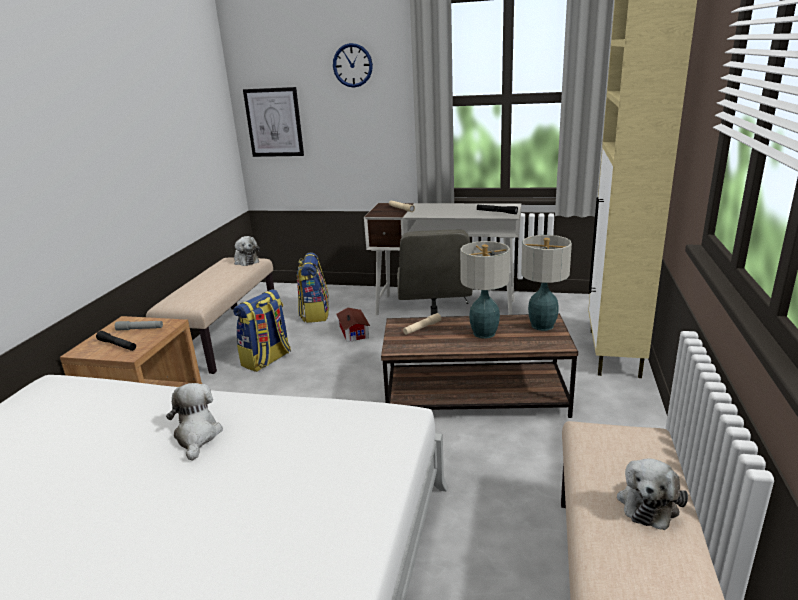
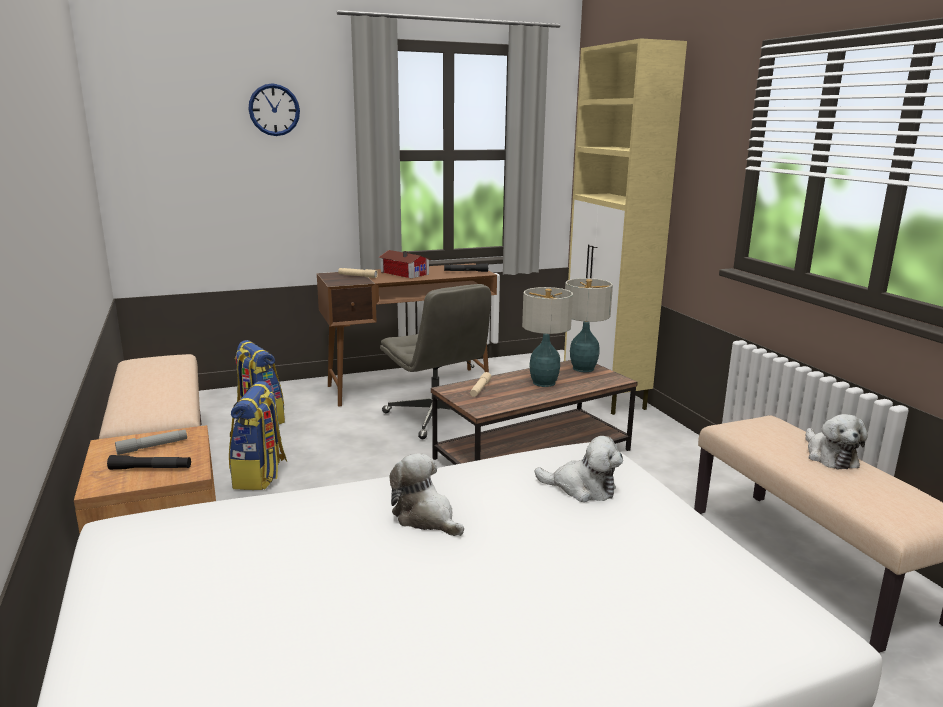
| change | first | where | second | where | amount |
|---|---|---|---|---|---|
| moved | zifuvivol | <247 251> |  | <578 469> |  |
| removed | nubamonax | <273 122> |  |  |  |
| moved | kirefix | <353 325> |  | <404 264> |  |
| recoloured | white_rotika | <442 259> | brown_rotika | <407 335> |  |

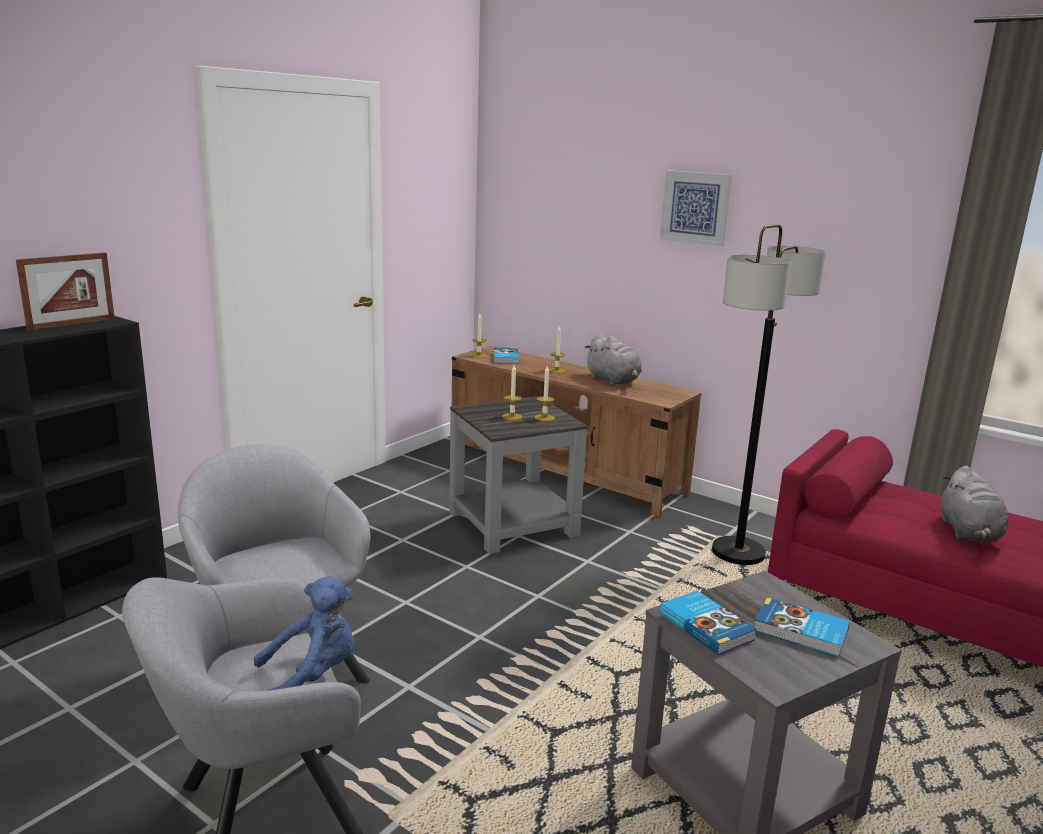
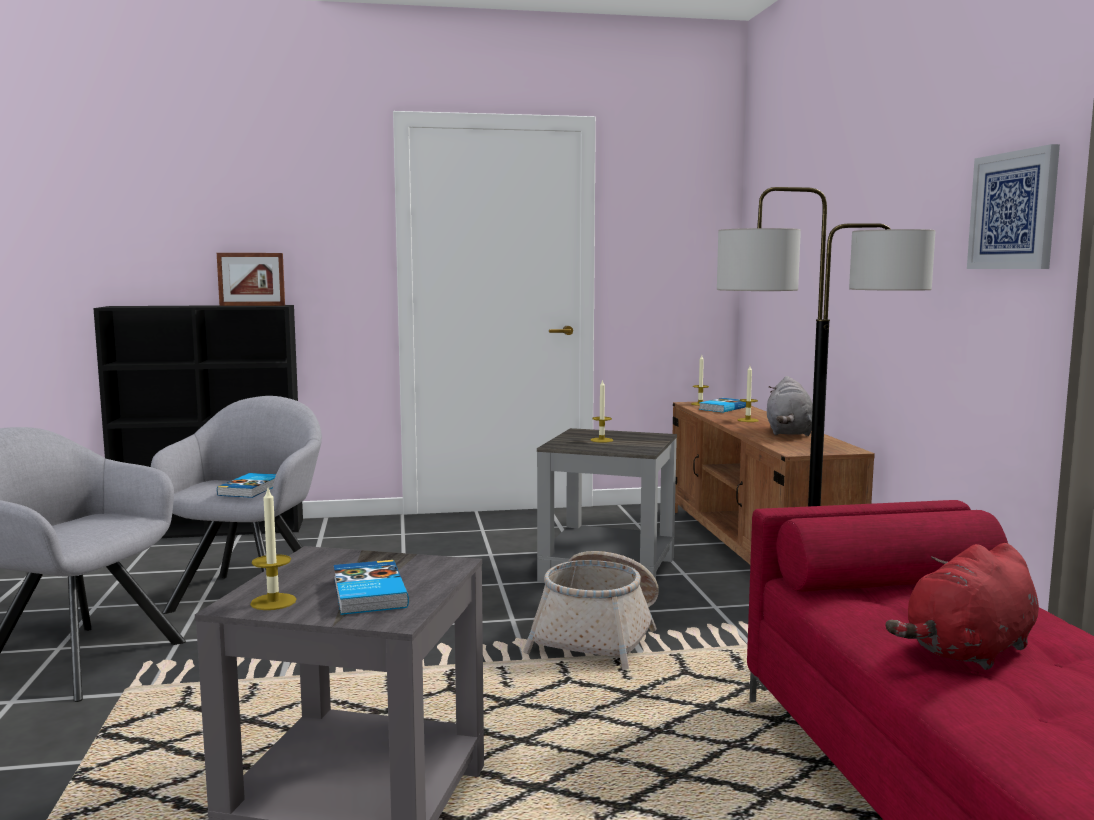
| change | first | where | second | where | amount |
|---|---|---|---|---|---|
| removed | blue_zifuvivol | <304 633> |  |  |  |
| moved | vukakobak | <545 393> |  | <273 549> |  |
| moved | nubamonax | <696 209> |  | <1013 206> |  |
| moved | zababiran | <708 623> |  | <246 485> |  |
| recoloured | grey_zifuvivol | <974 504> | red_zifuvivol | <962 606> |  |
| added |  |  | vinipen | <591 610> |  |

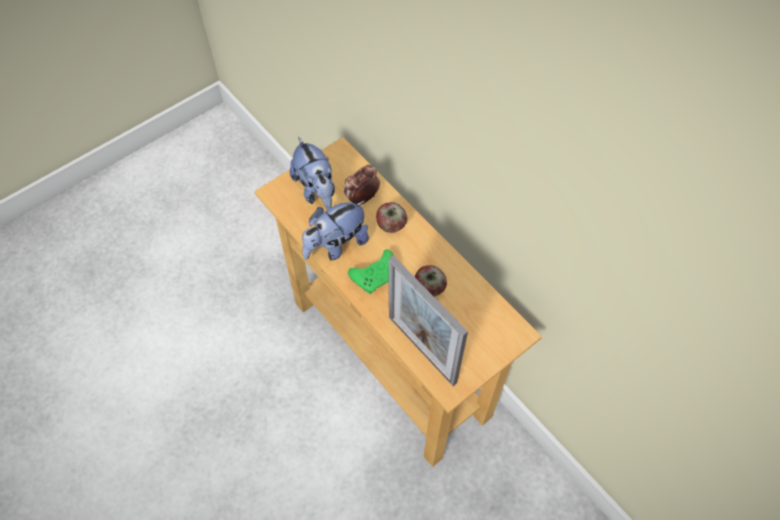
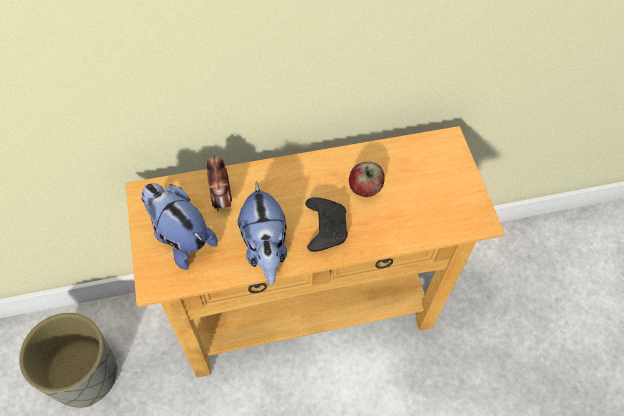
| change | first | where | second | where | amount |
|---|---|---|---|---|---|
| turned | zifuvivol | <312 173> |  | <180 226> | 135 degrees counterclockwise |
| recoloured | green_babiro | <371 272> | black_babiro | <326 224> |  |
| removed | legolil | <391 217> |  |  |  |
| removed | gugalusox | <428 321> |  |  |  |
| added |  |  | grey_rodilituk | <68 360> |  |

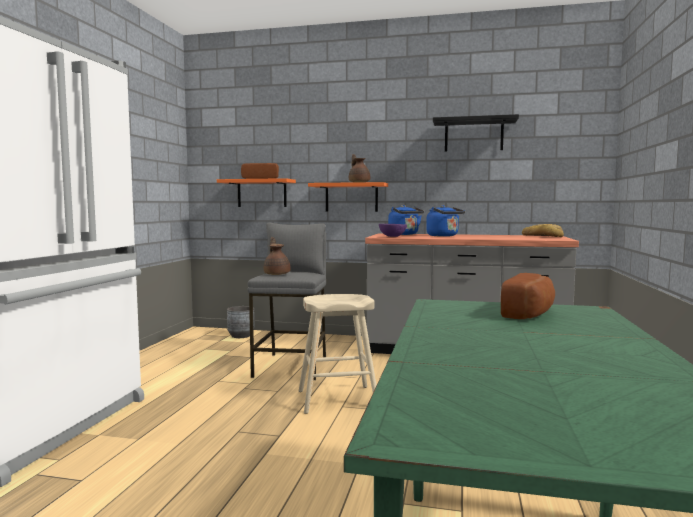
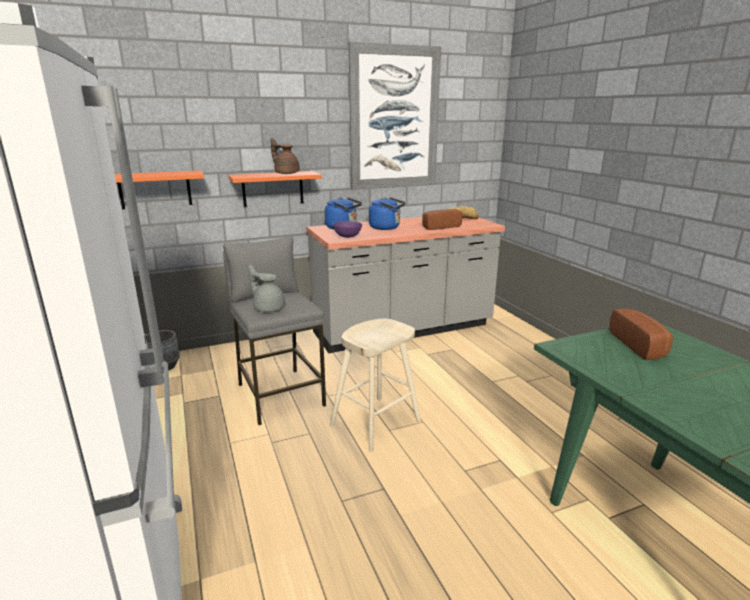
| change | first | where | second | where | amount |
|---|---|---|---|---|---|
| moved | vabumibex | <260 171> |  | <442 219> |  |
| recoloured | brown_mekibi | <277 256> | grey_mekibi | <267 288> |  |
| replaced | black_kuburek | <476 133> | nubamonax | <395 116> |  |

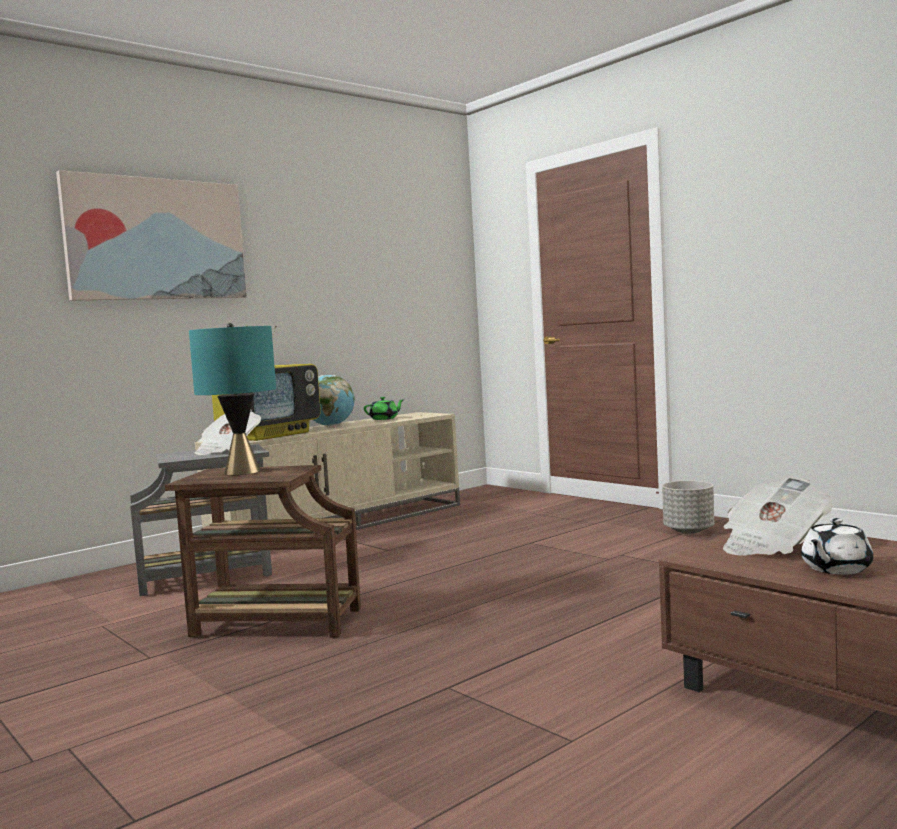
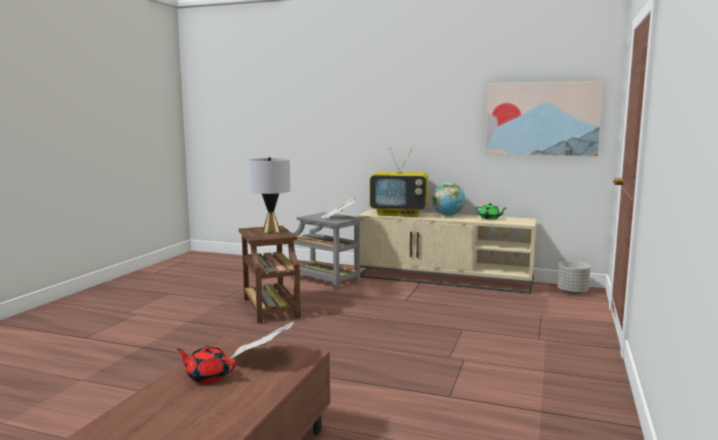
| change | first | where | second | where | amount |
|---|---|---|---|---|---|
| moved | nubamonax | <151 235> |  | <544 118> |  |
| recoloured | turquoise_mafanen | <232 399> | grey_mafanen | <269 195> |  |
| moved | grey_rodilituk | <688 507> |  | <574 277> |  |
| recoloured | white_mekibi | <837 546> | red_mekibi | <206 364> |  |

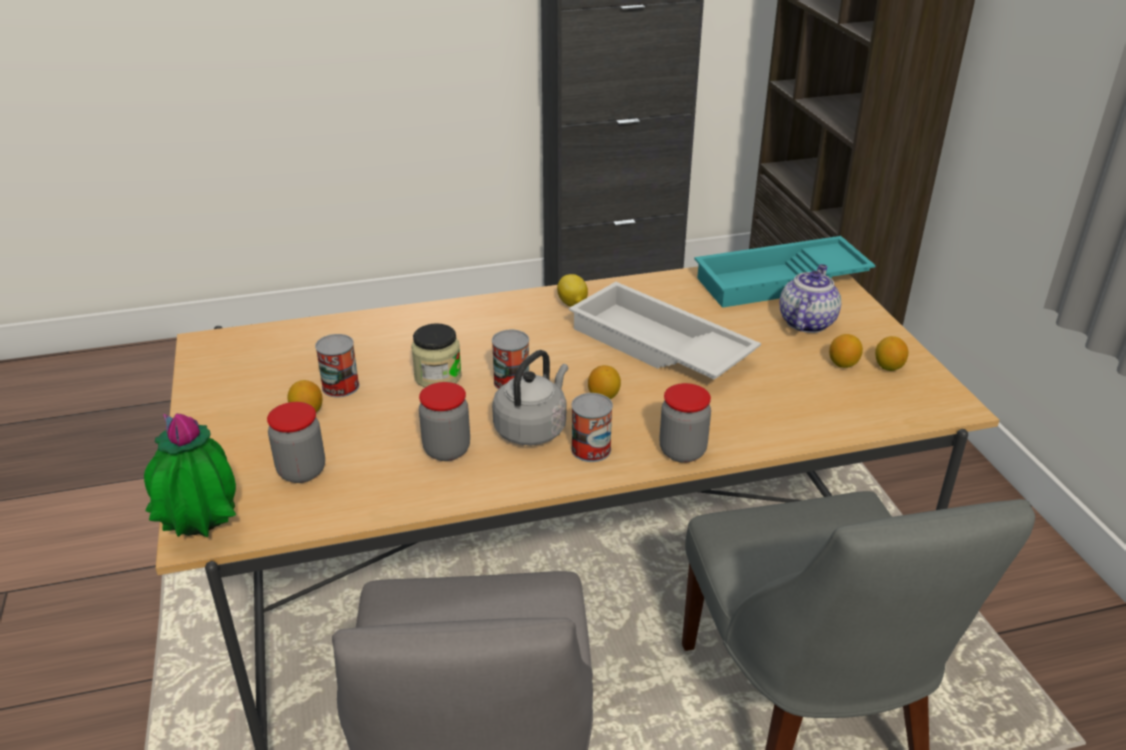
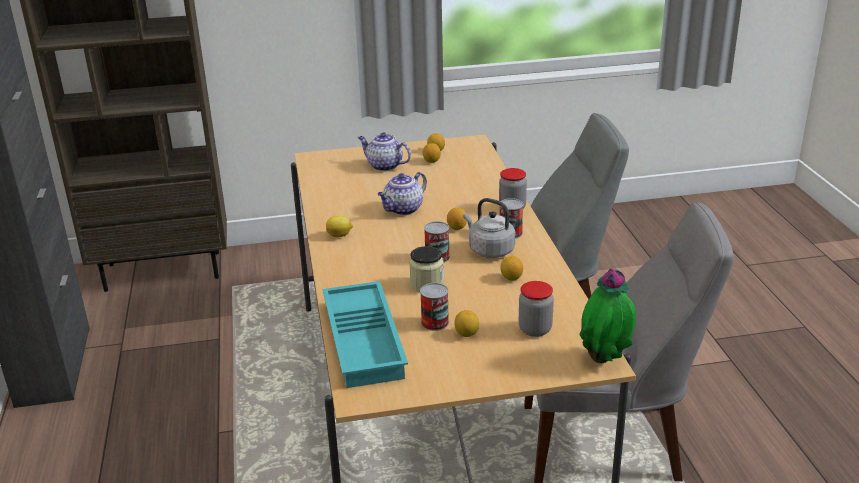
| change | first | where | second | where | amount |
|---|---|---|---|---|---|
| replaced | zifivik | <444 421> | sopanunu | <511 268> |  |
| replaced | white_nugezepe | <665 331> | mekibi | <402 193> |  |
| moved | turquoise_nugezepe | <785 272> |  | <365 334> |  |

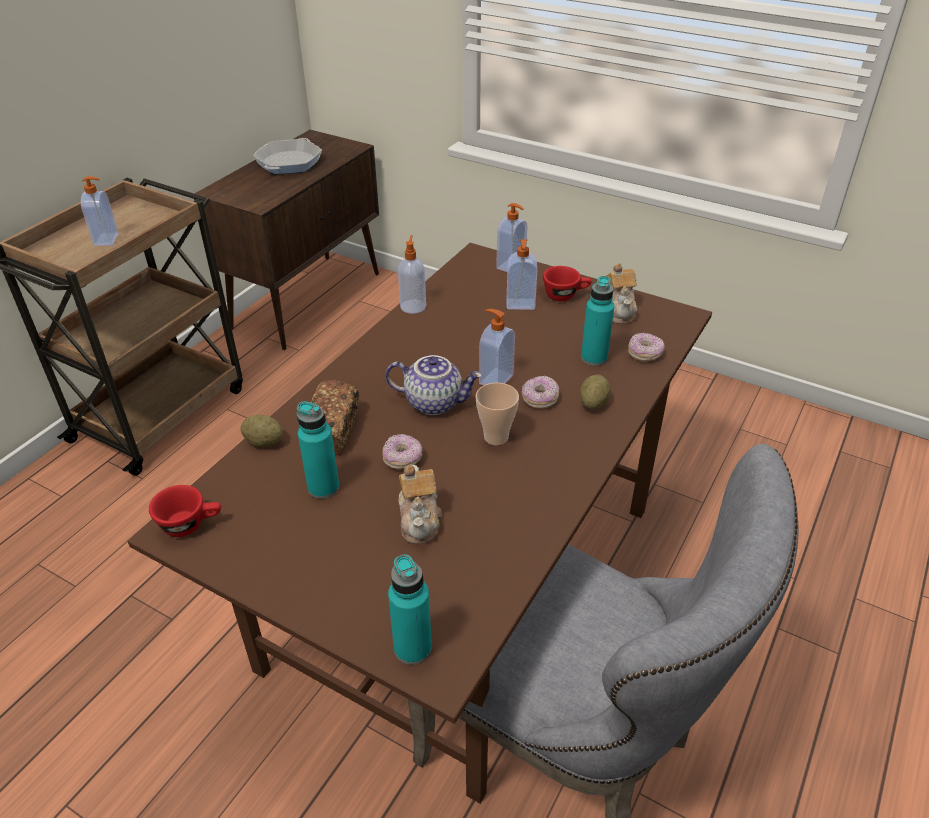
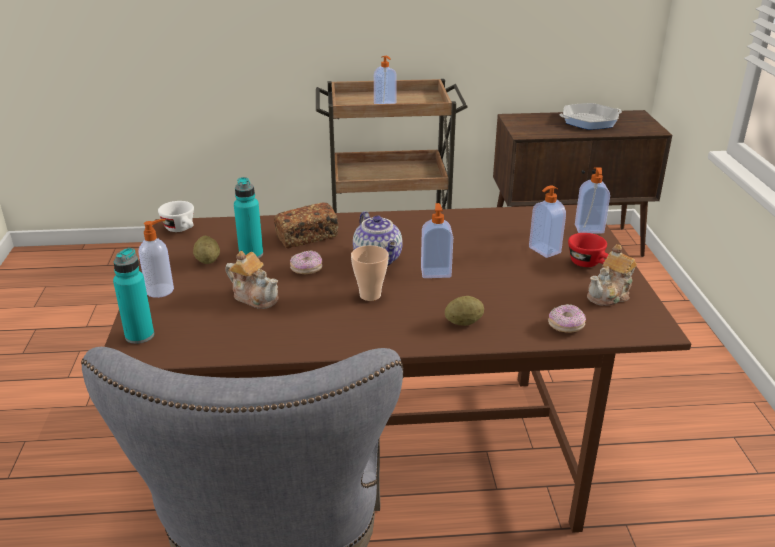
| change | first | where | second | where | amount |
|---|---|---|---|---|---|
| recoloured | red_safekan | <185 511> | white_safekan | <176 216> |  |
| moved | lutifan | <261 431> |  | <206 250> |  |
| moved | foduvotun | <412 274> |  | <156 258> |  |
| turned | mekibi | <420 504> |  | <252 280> | 105 degrees counterclockwise |
| removed | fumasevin | <540 392> |  |  |  |
| removed | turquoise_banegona | <598 321> |  |  |  |

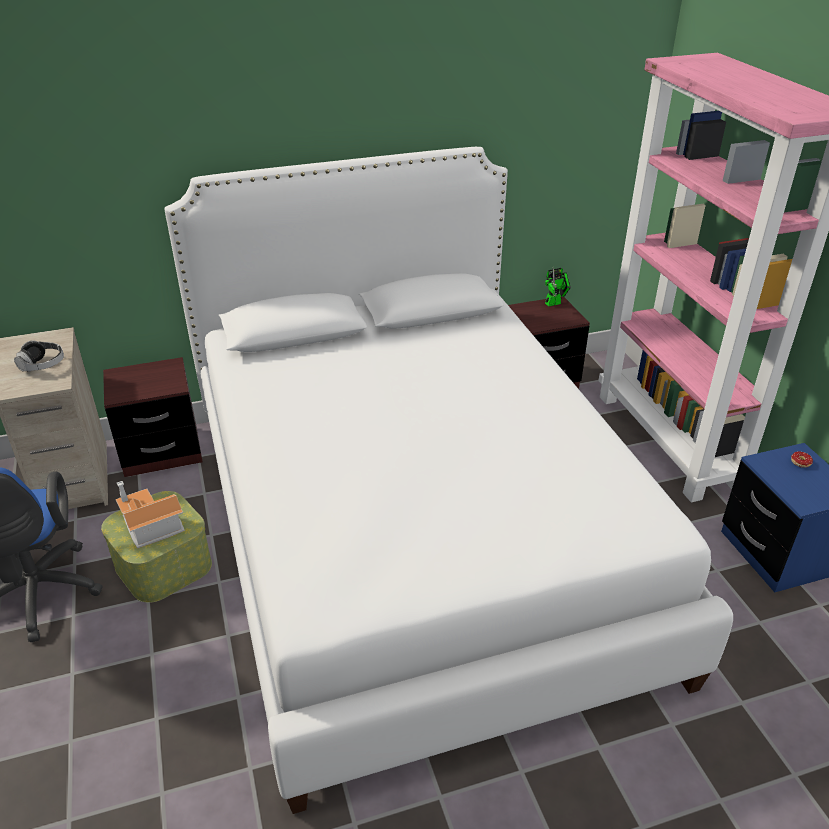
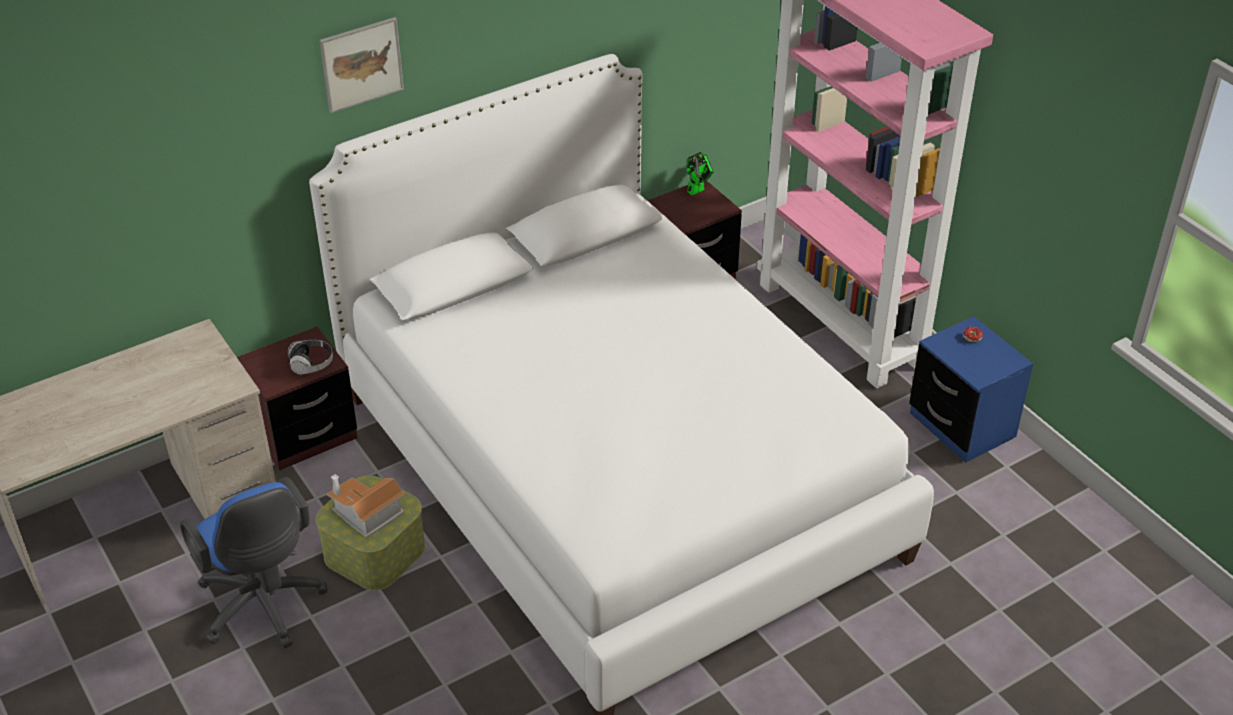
| change | first | where | second | where | amount |
|---|---|---|---|---|---|
| moved | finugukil | <39 356> |  | <310 357> |  |
| added |  |  | nubamonax | <361 65> |  |

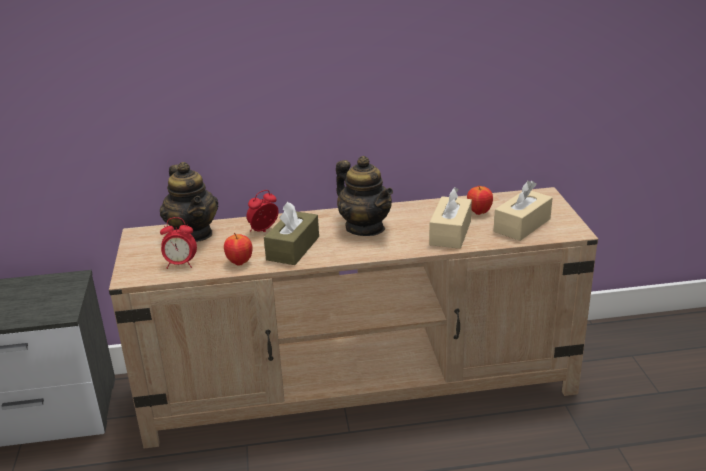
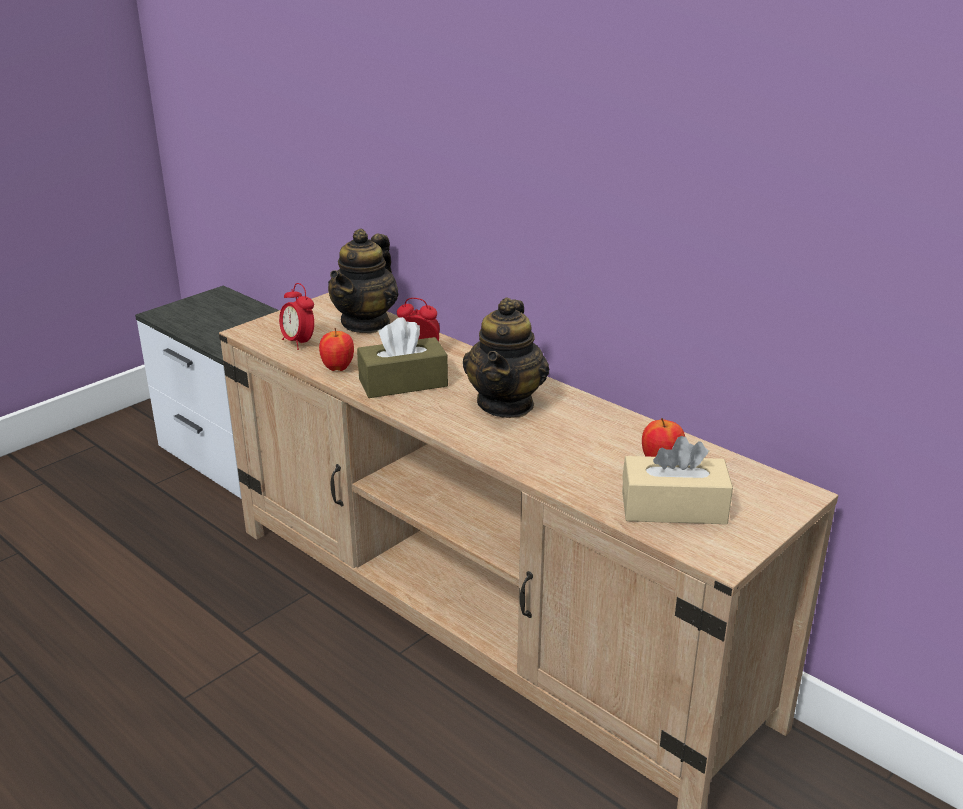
| change | first | where | second | where | amount |
|---|---|---|---|---|---|
| removed | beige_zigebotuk | <450 218> |  |  |  |

